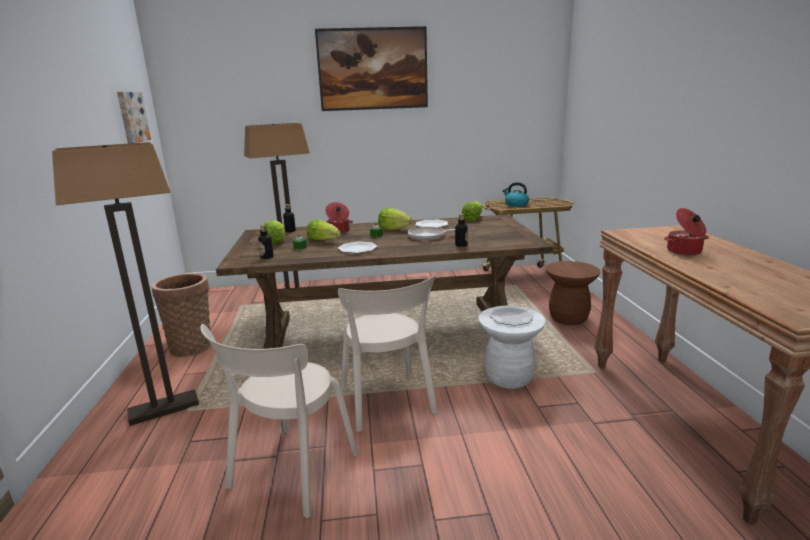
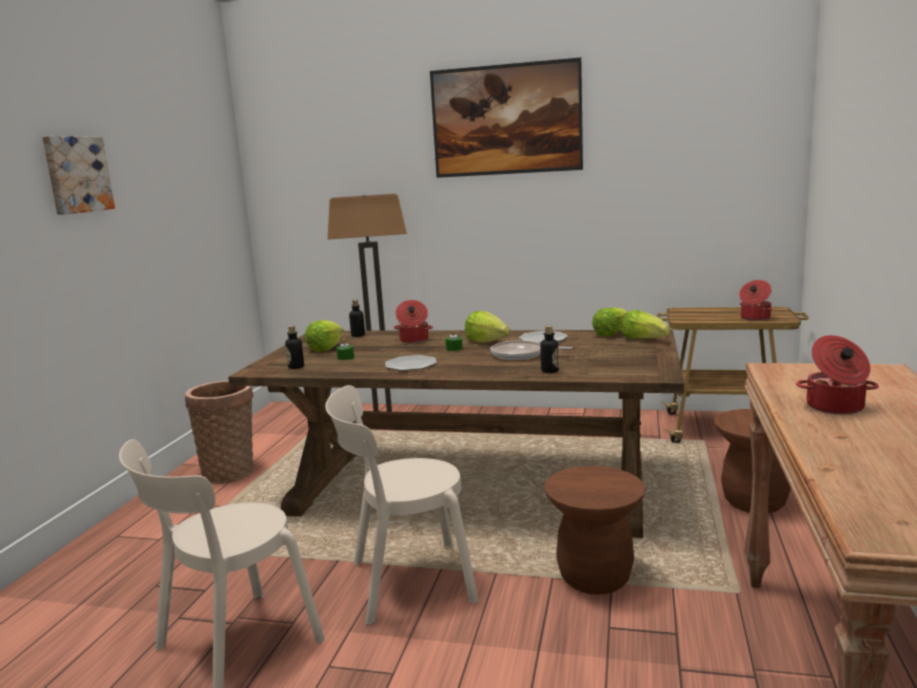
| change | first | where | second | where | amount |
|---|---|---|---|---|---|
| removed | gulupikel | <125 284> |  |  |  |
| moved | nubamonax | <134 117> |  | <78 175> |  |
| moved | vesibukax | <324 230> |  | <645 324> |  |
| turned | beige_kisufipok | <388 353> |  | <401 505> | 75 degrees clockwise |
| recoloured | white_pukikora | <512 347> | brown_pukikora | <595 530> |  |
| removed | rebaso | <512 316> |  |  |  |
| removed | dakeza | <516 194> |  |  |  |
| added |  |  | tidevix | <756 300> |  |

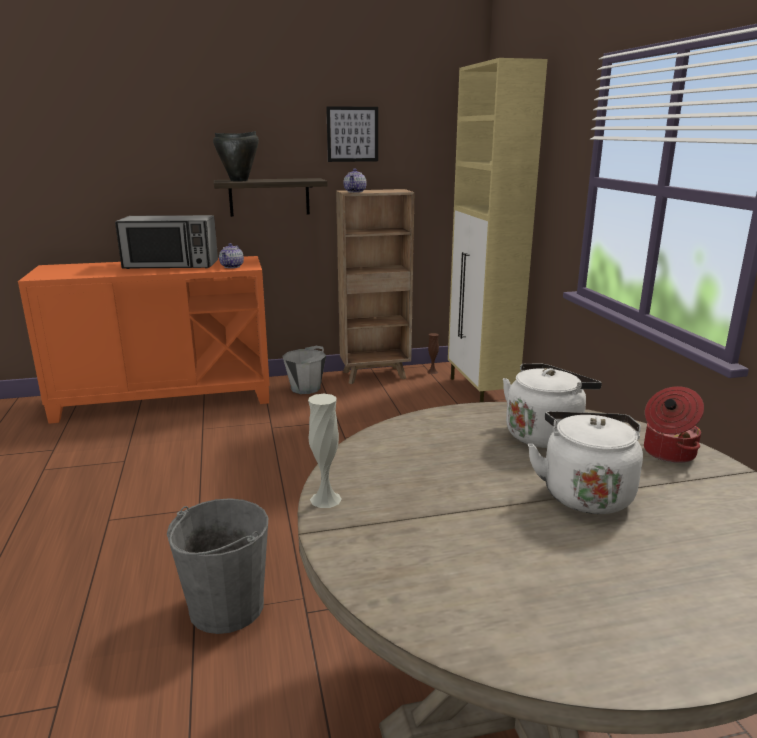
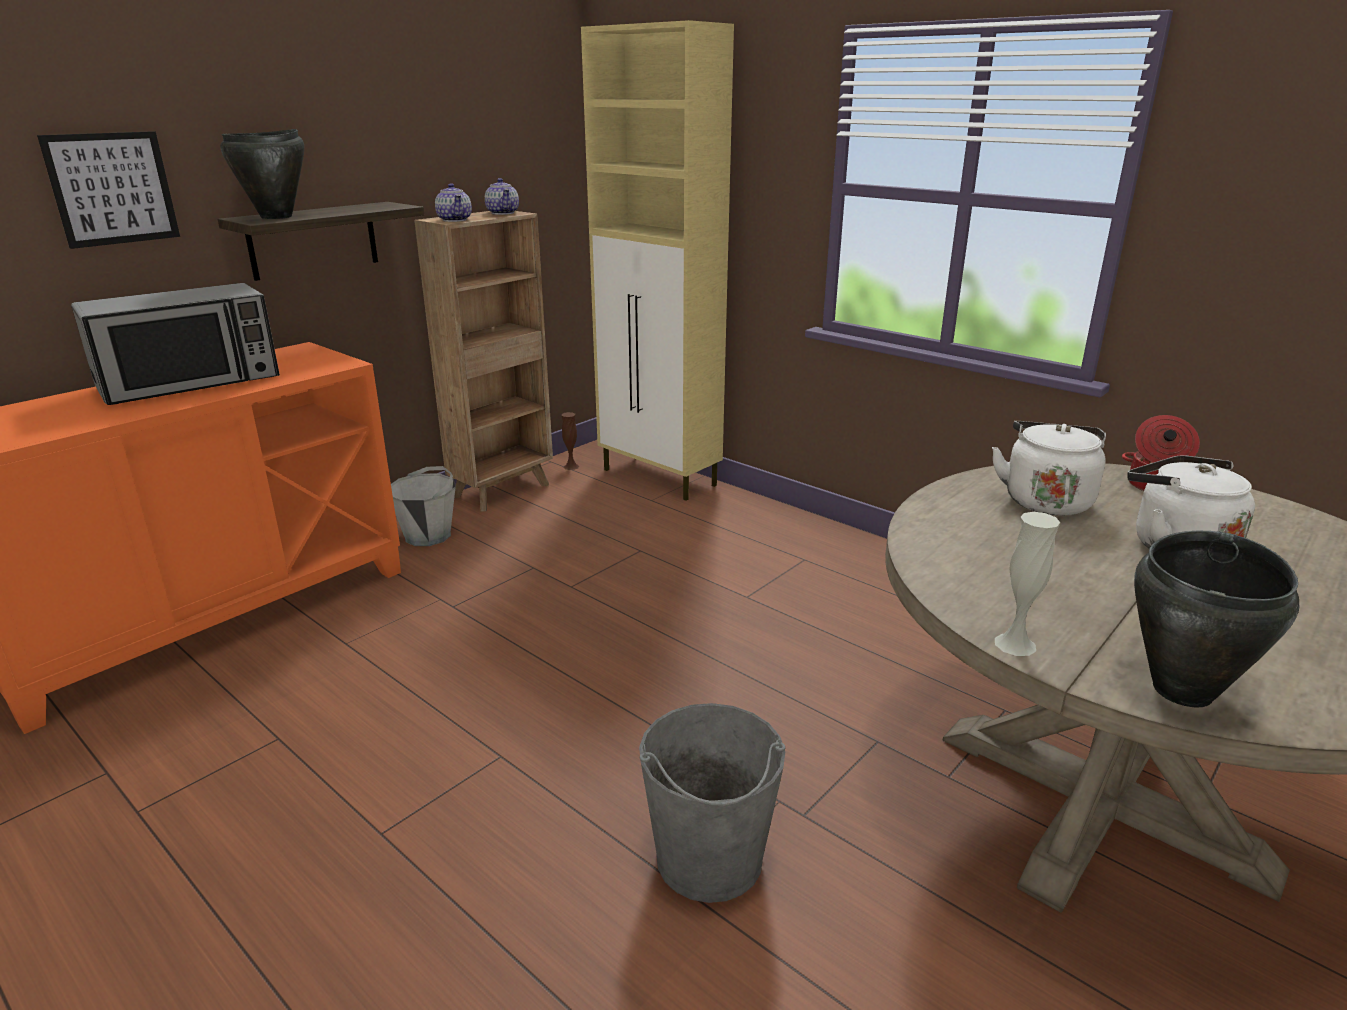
| change | first | where | second | where | amount |
|---|---|---|---|---|---|
| moved | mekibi | <231 255> |  | <502 196> |  |
| moved | nubamonax | <352 134> |  | <108 190> |  |
| added |  |  | black_tidevix | <1216 619> |  |

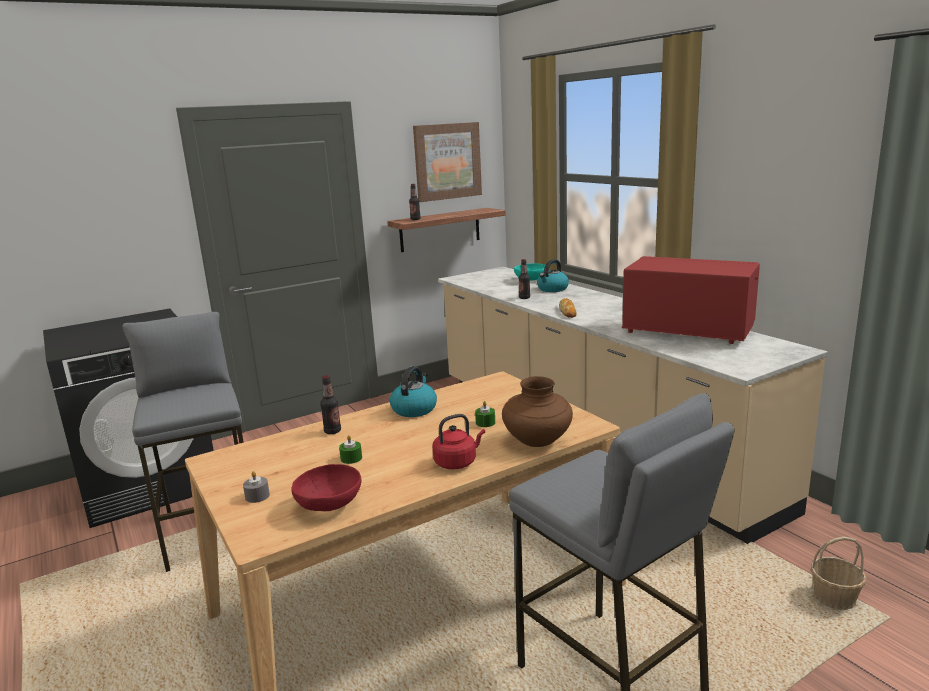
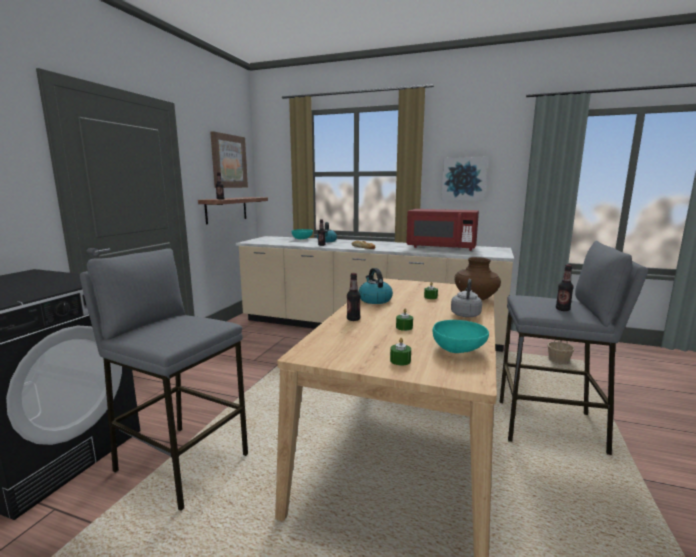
| change | first | where | second | where | amount |
|---|---|---|---|---|---|
| recoloured | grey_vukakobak | <256 487> | green_vukakobak | <400 351> |  |
| recoloured | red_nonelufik | <326 487> | turquoise_nonelufik | <461 336> |  |
| recoloured | red_dakeza | <458 441> | grey_dakeza | <466 298> |  |
| turned | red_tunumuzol | <691 300> |  | <442 230> | 150 degrees counterclockwise |
| added |  |  | nubamonax | <465 179> |  |
| added |  |  | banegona | <565 288> |  |

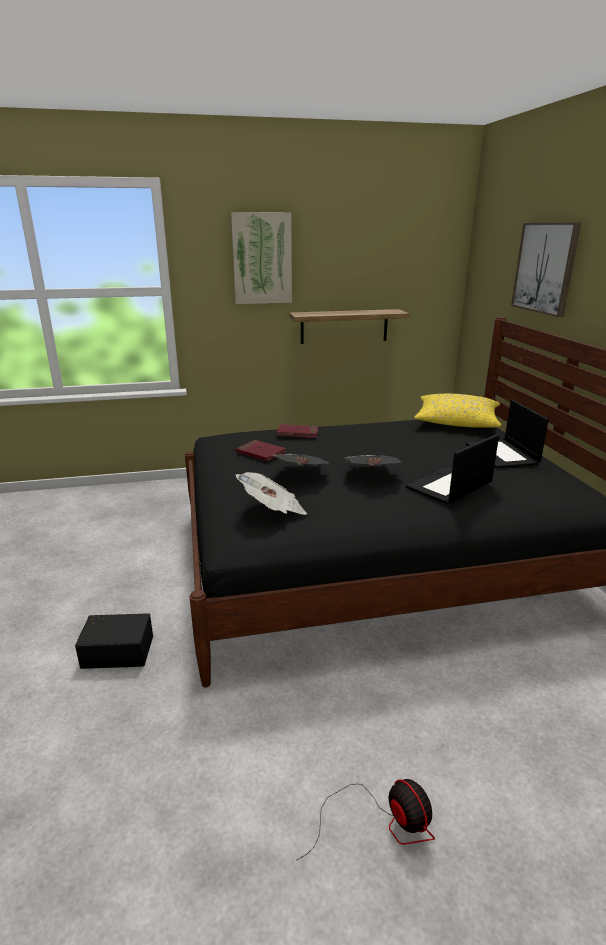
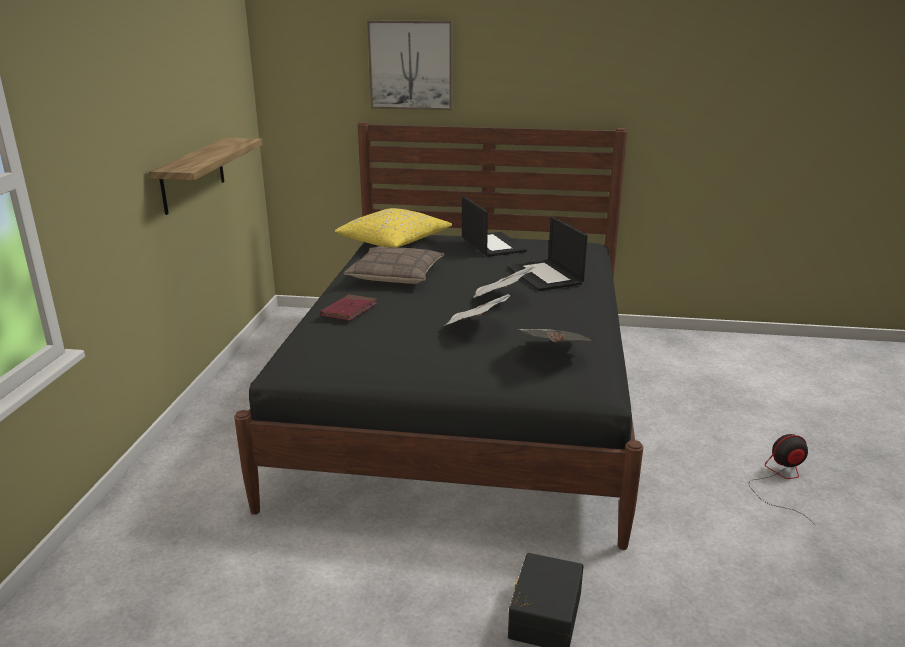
| change | first | where | second | where | amount |
|---|---|---|---|---|---|
| removed | nubamonax | <261 258> |  |  |  |
| removed | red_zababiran | <261 450> |  |  |  |
| turned | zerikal | <507 434> |  | <494 226> | 120 degrees counterclockwise |
| added |  |  | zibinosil | <394 265> |  |

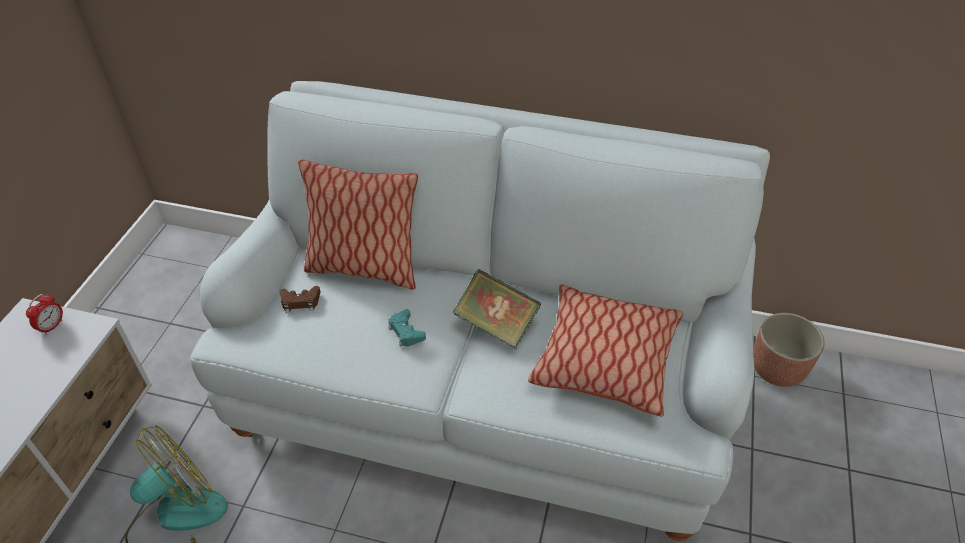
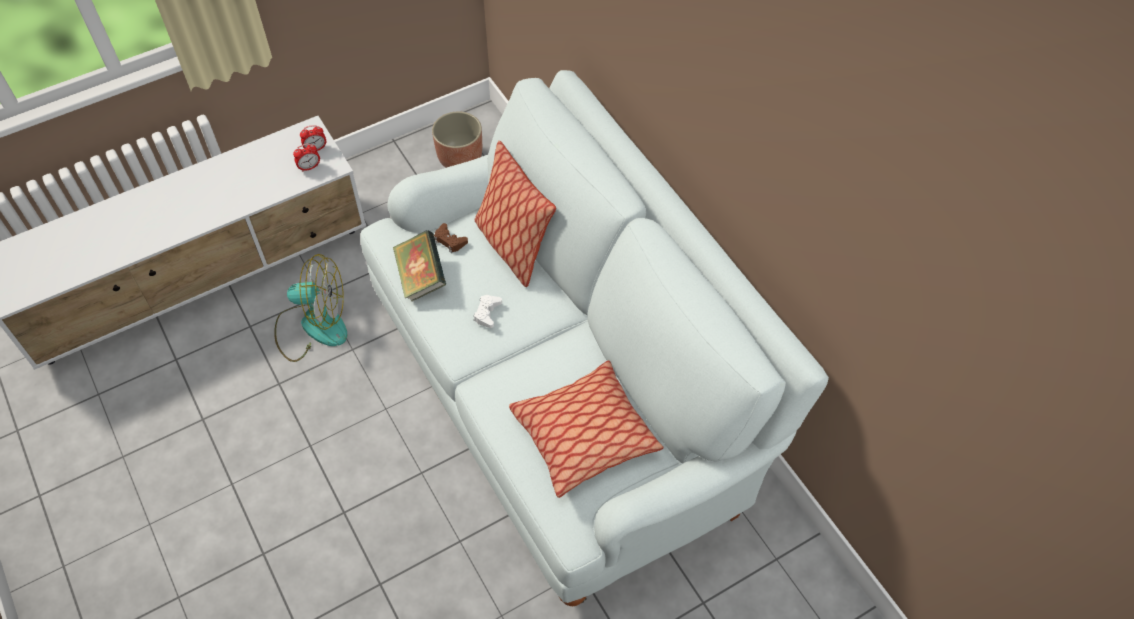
| change | first | where | second | where | amount |
|---|---|---|---|---|---|
| recoloured | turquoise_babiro | <407 328> | white_babiro | <488 311> |  |
| moved | zababiran | <497 309> |  | <419 265> |  |
| moved | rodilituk | <789 350> |  | <457 139> |  |
| added |  |  | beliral | <306 157> |  |

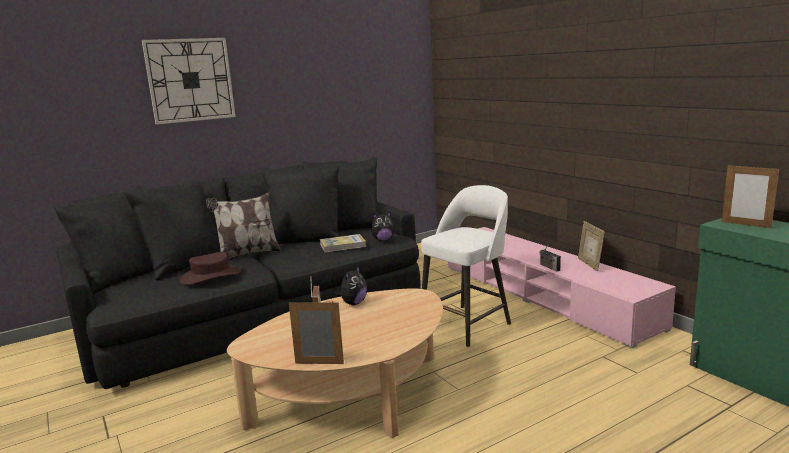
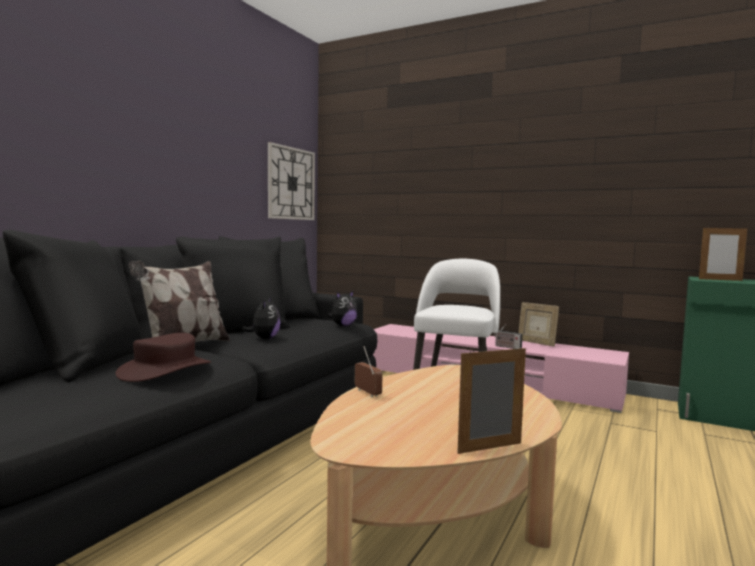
| change | first | where | second | where | amount |
|---|---|---|---|---|---|
| moved | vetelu | <189 81> |  | <291 181> |  |
| removed | zababiran | <343 243> |  |  |  |
| moved | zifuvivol | <350 285> |  | <261 318> |  |

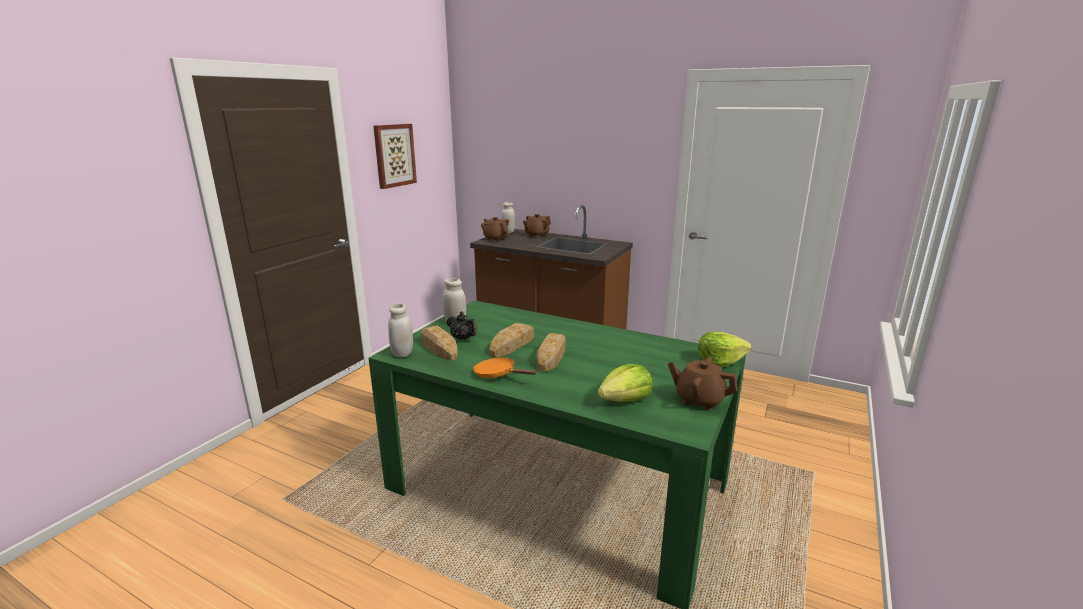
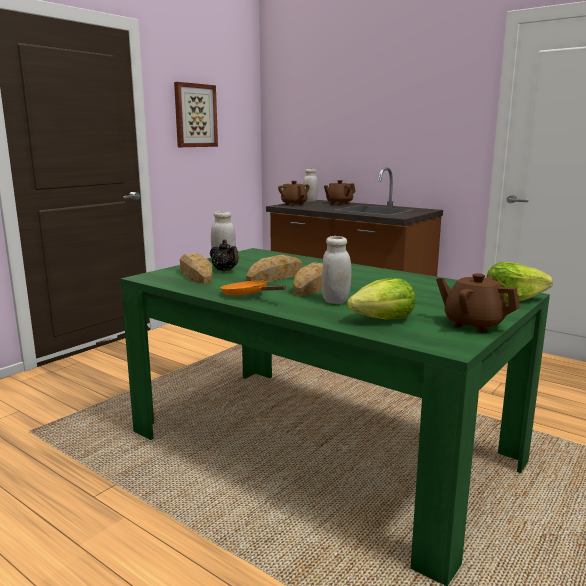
| change | first | where | second | where | amount |
|---|---|---|---|---|---|
| moved | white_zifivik | <400 330> |  | <337 270> |  |

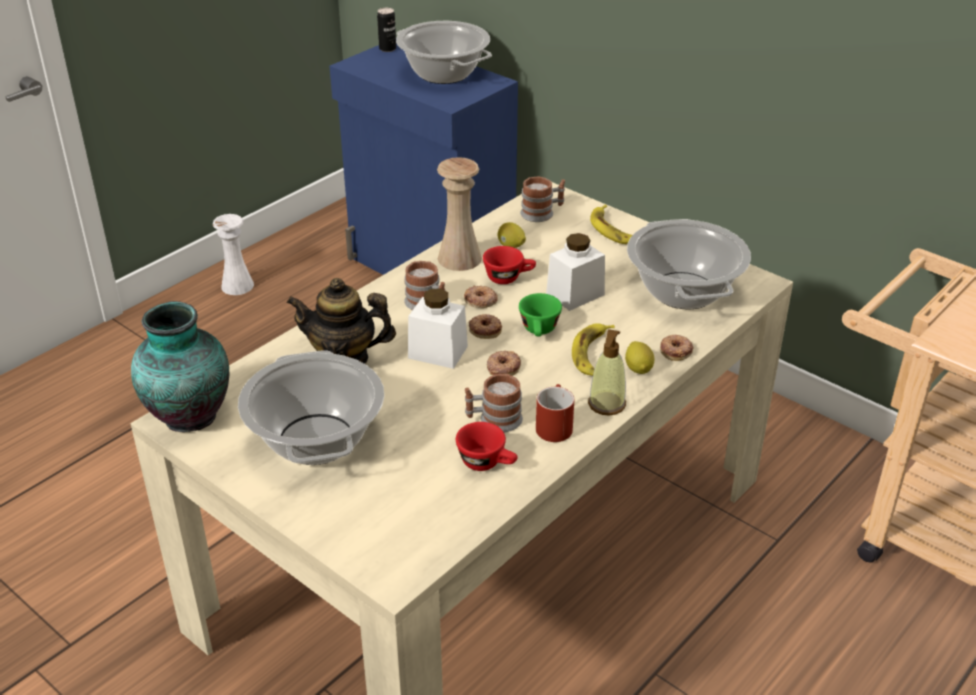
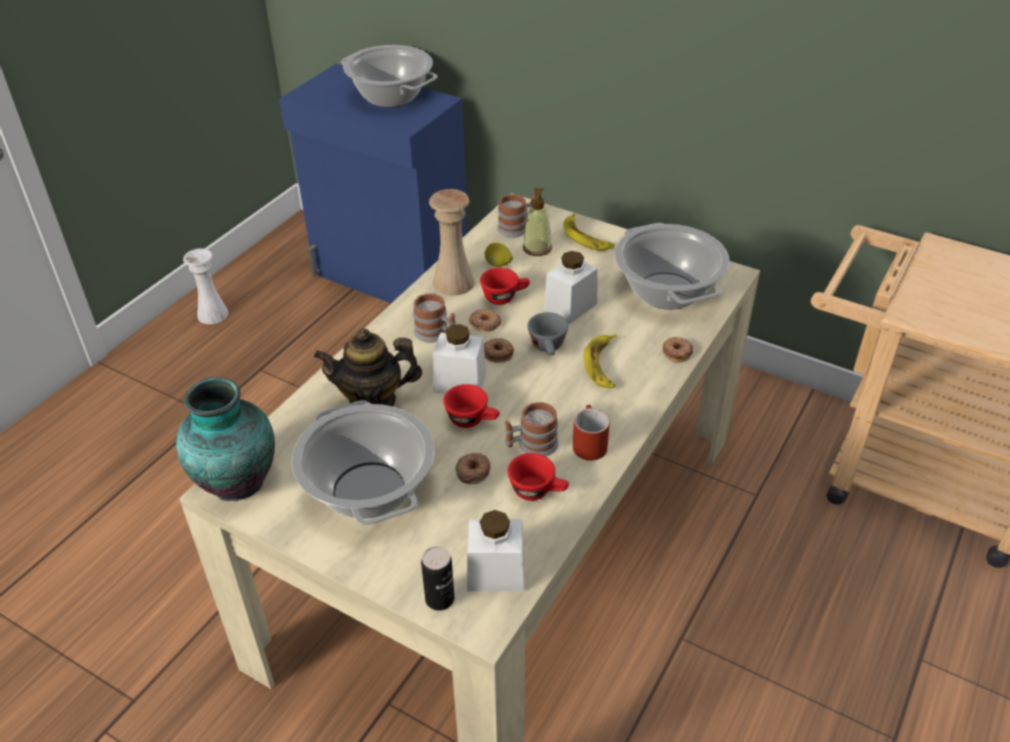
| change | first | where | second | where | amount |
|---|---|---|---|---|---|
| moved | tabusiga | <386 30> |  | <437 578> |  |
| moved | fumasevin | <504 363> |  | <473 468> |  |
| recoloured | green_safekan | <540 315> | grey_safekan | <547 333> |  |
| moved | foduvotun | <607 372> |  | <537 222> |  |
| removed | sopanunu | <639 357> |  |  |  |
| added |  |  | red_safekan | <471 406> |  |
| added |  |  | white_zifivik | <495 550> |  |

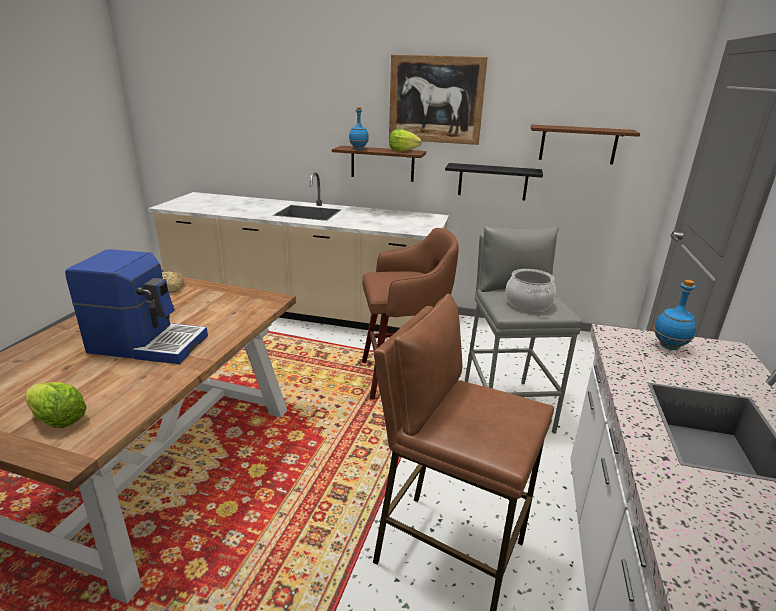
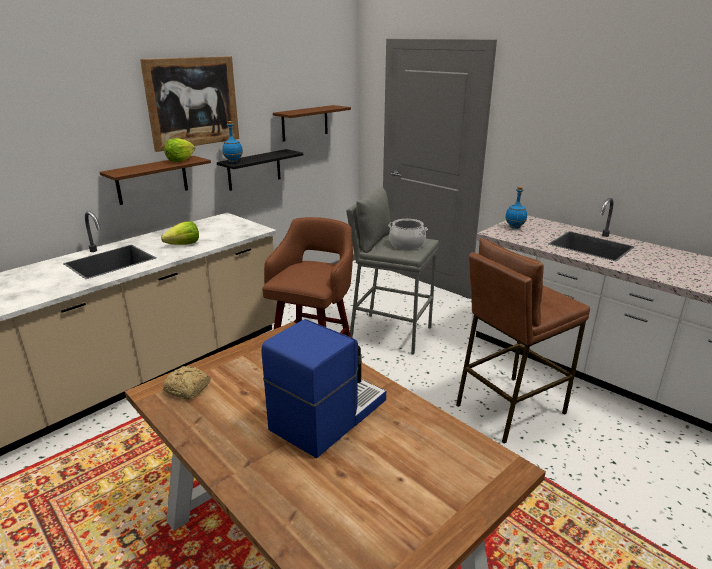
| change | first | where | second | where | amount |
|---|---|---|---|---|---|
| moved | vesibukax | <56 405> |  | <180 233> |  |
| moved | blue_banegona | <359 128> |  | <232 142> |  |

